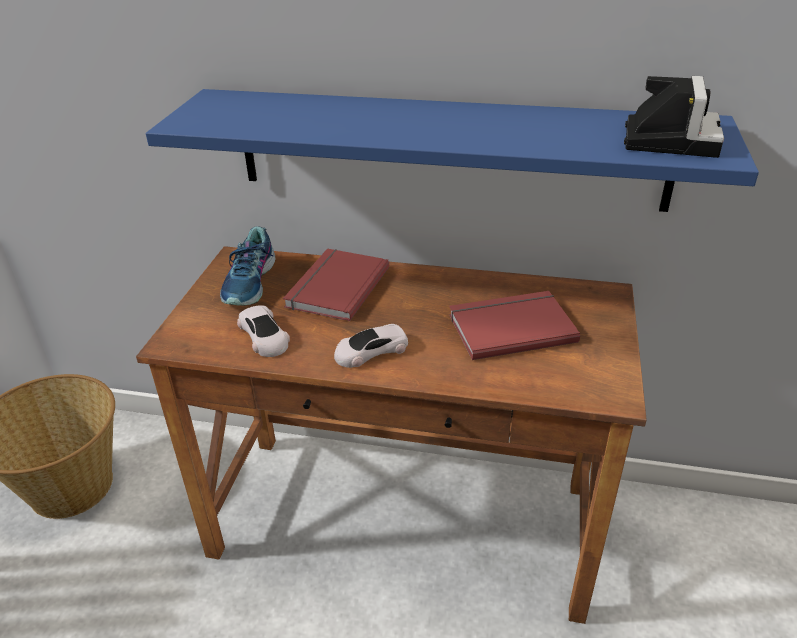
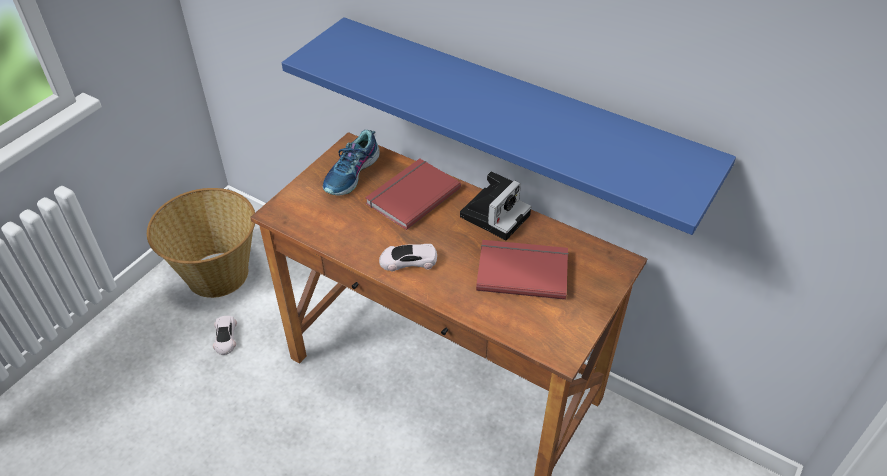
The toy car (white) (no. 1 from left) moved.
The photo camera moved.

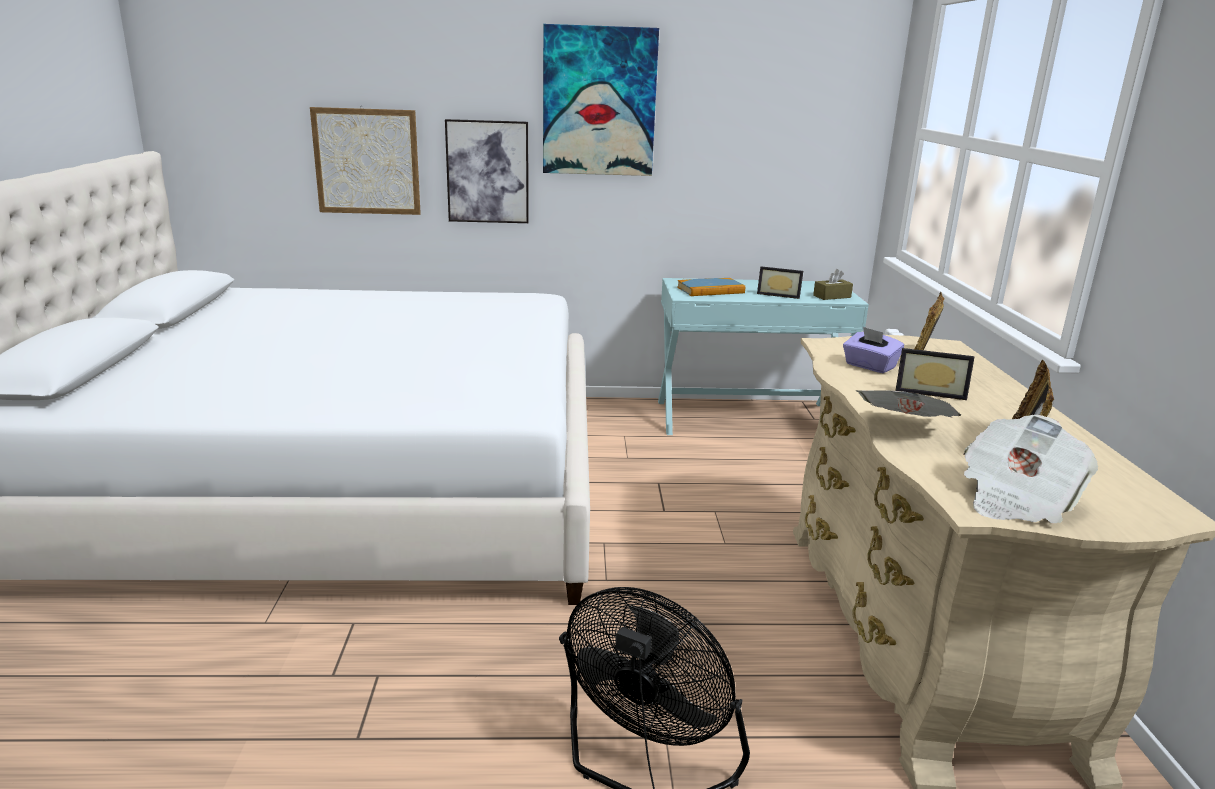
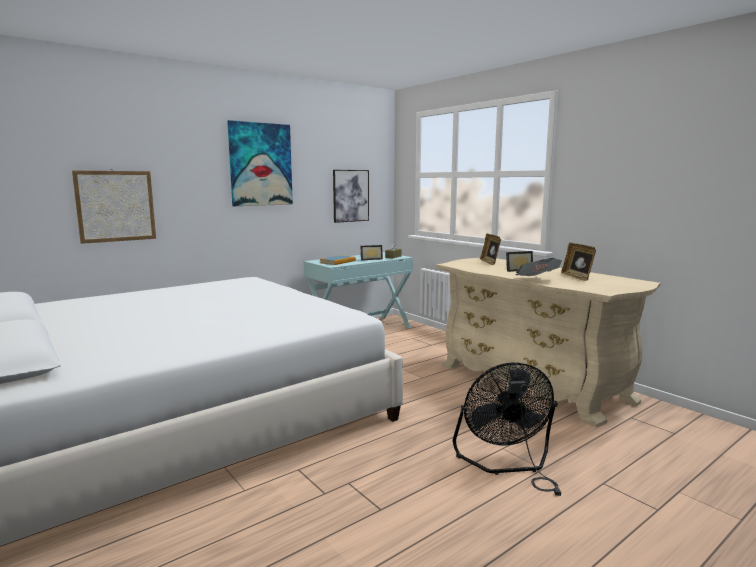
The picture (no. 2 from left in the first image) moved.
The tissue box (purple) disappeared.
The newspaper (no. 2 from left) disappeared.

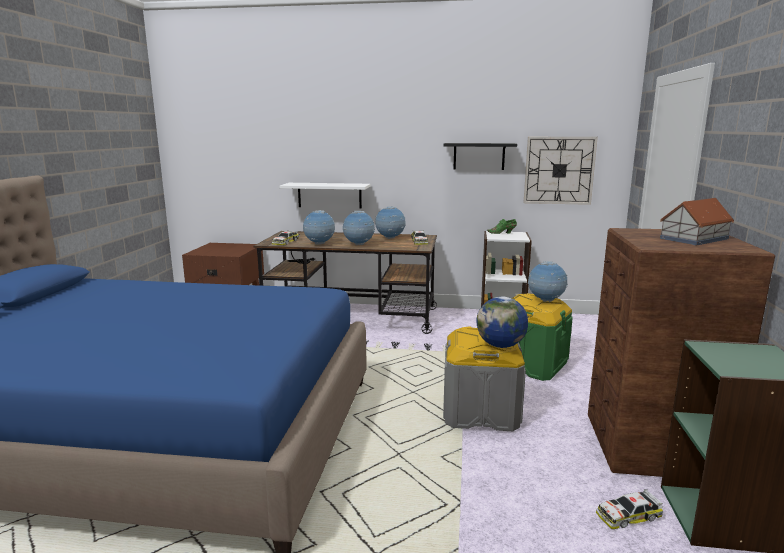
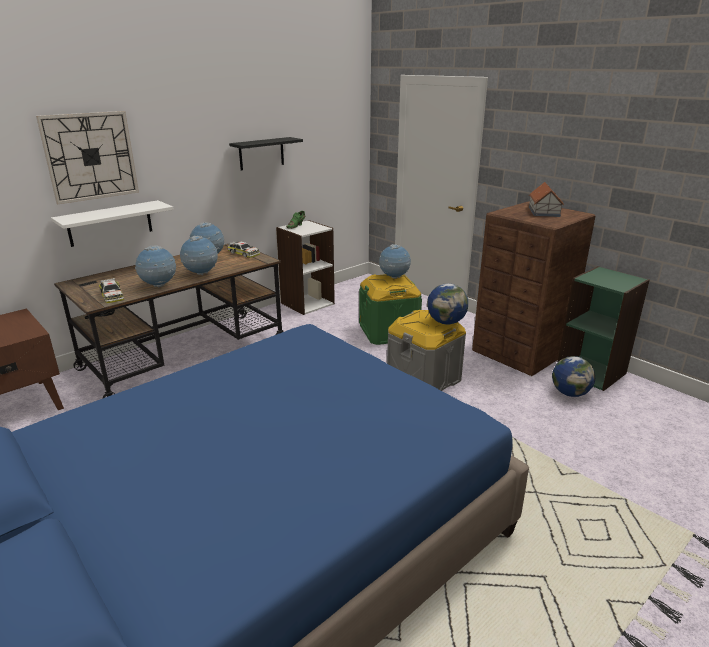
The wall clock moved.
The toy car (no. 3 from left) was replaced by the globe (no. 6 from left).

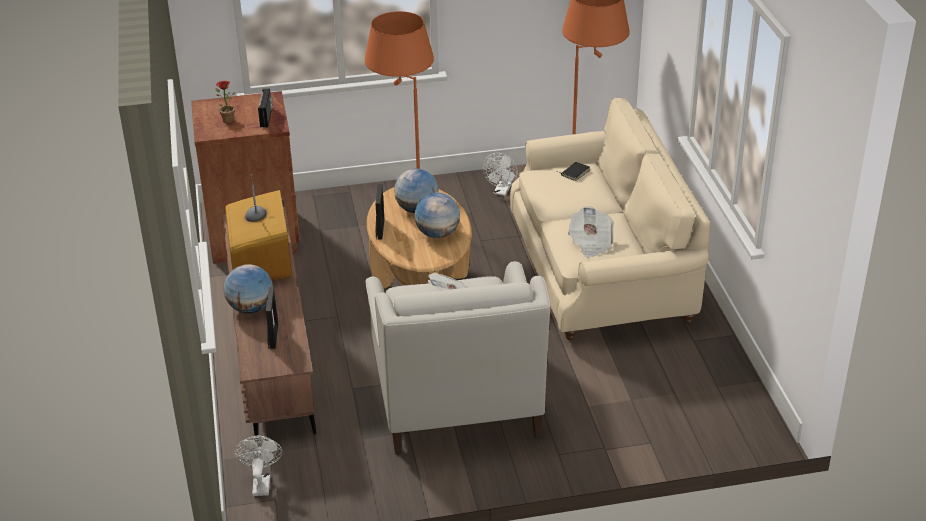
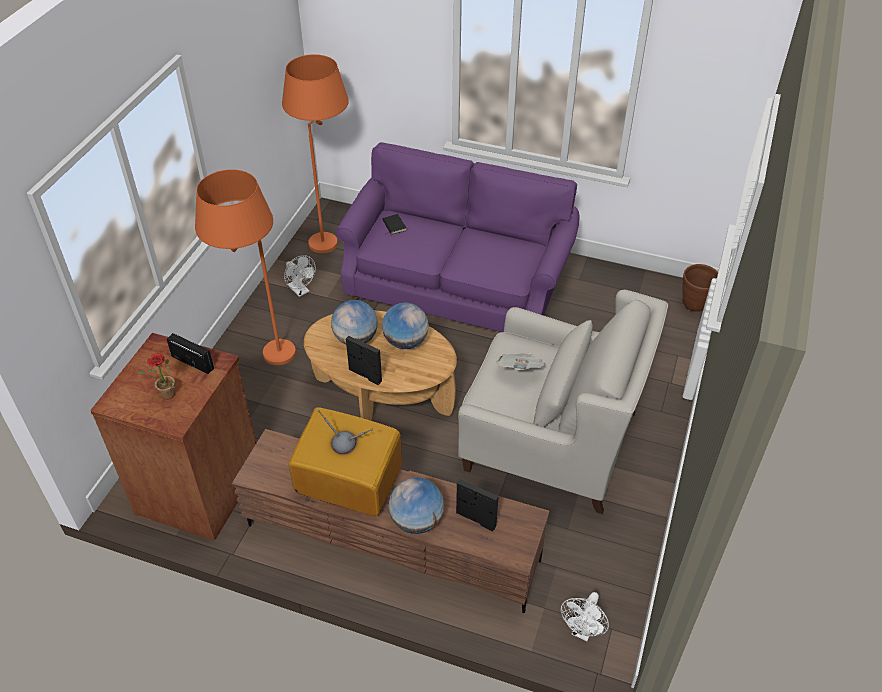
The fan (white) (no. 1 from left in the first image) turned 90 degrees counterclockwise.
The sofa (beige) became the sofa (purple).
The newspaper (no. 2 from left) disappeared.
The planter (brown) appeared.

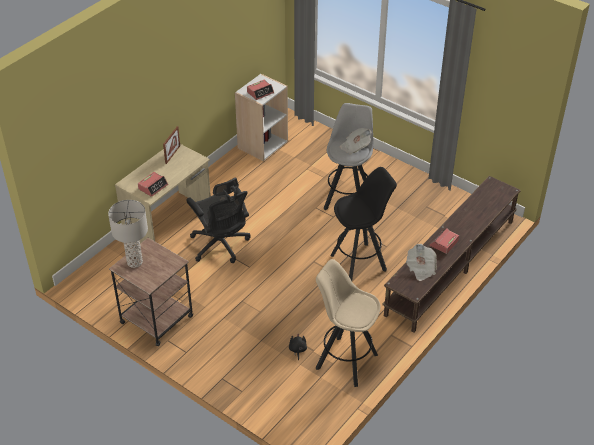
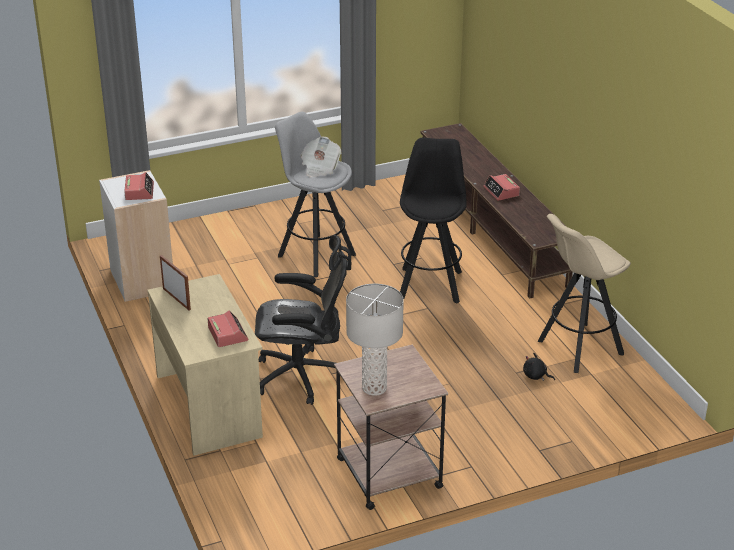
The newspaper (no. 2 from left) disappeared.

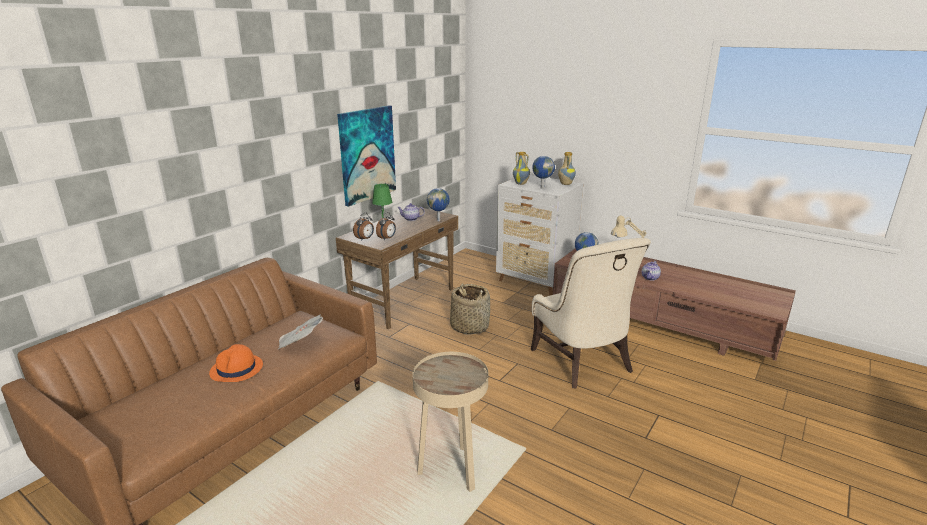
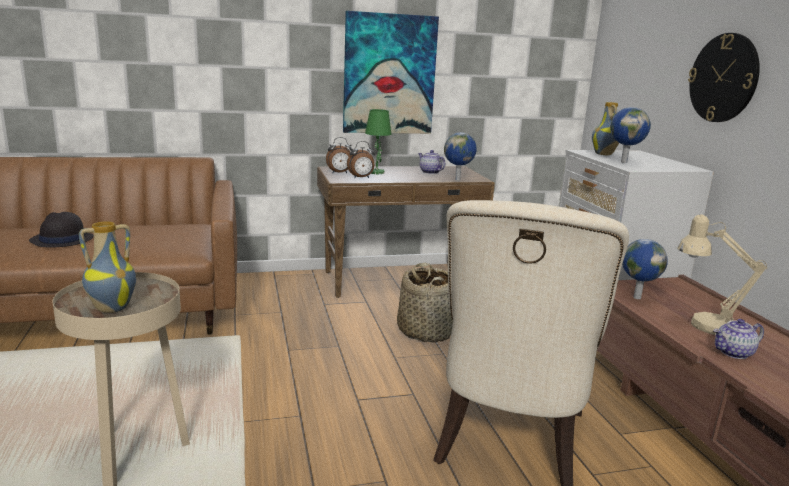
The hat (orange) became the hat (black).
The newspaper disappeared.
The vase (no. 2 from left in the first image) moved.
The wall clock appeared.

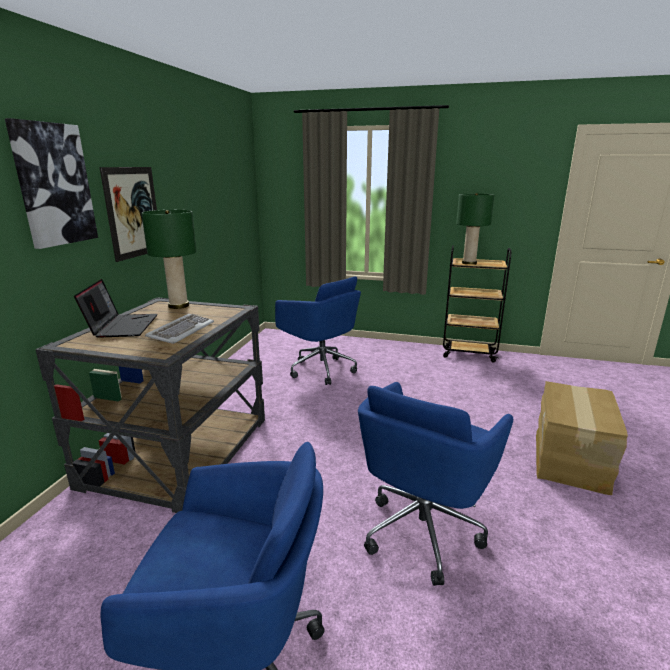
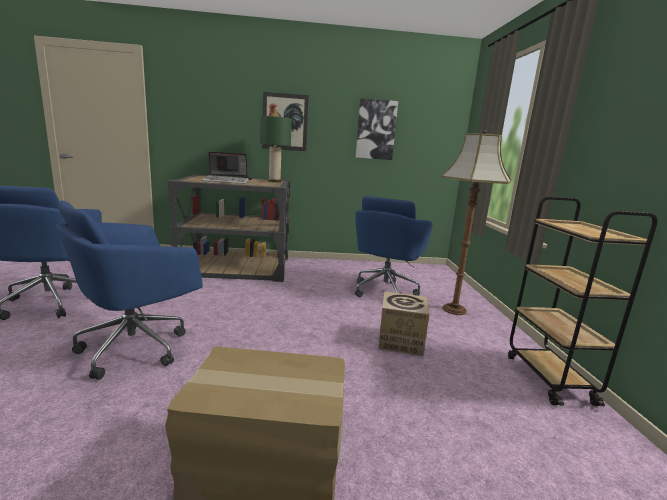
The picture (no. 1 from left in the first image) moved.
The office chair (blue) (no. 3 from left in the first image) turned 60 degrees counterclockwise.
The table lamp (green) (no. 2 from left) disappeared.
The cardboard box (no. 2 from left) appeared.
The floor lamp appeared.

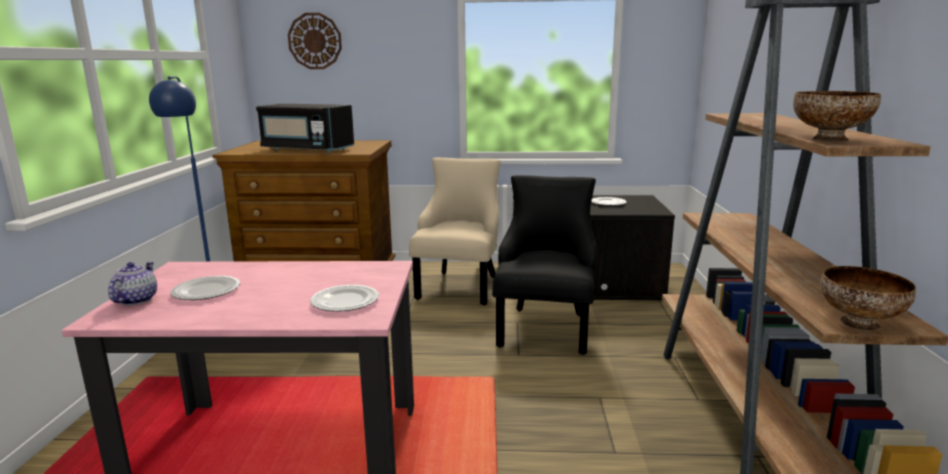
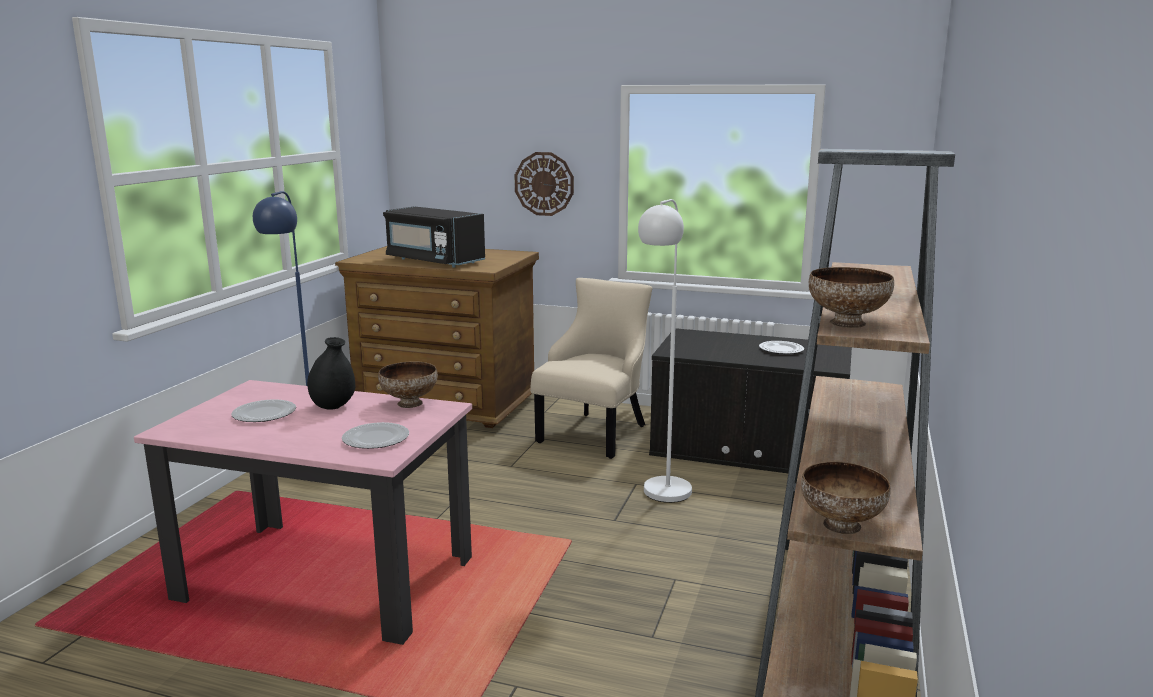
The teapot disappeared.
The wall clock moved.
The chair (black) was replaced by the floor lamp (white).
The vase (black) appeared.
The bowl (no. 1 from left) appeared.

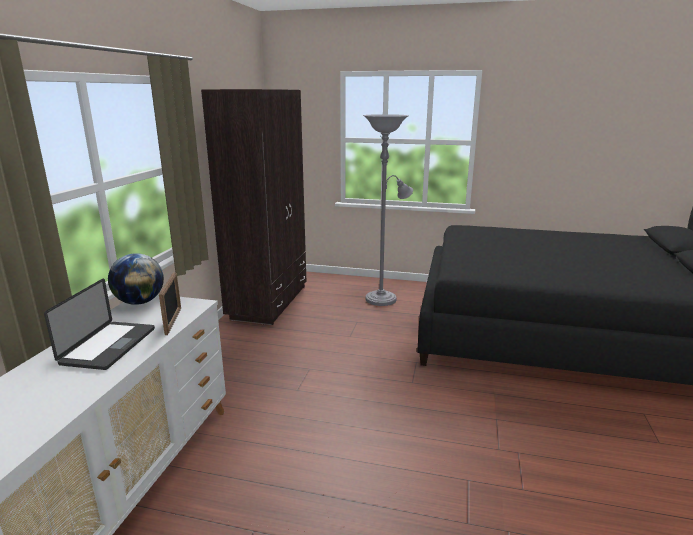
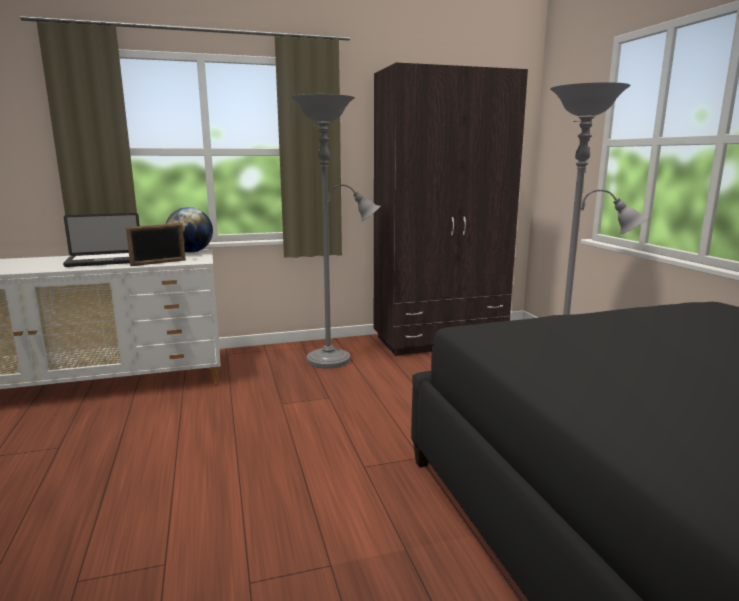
The floor lamp (grey) (no. 1 from left) appeared.

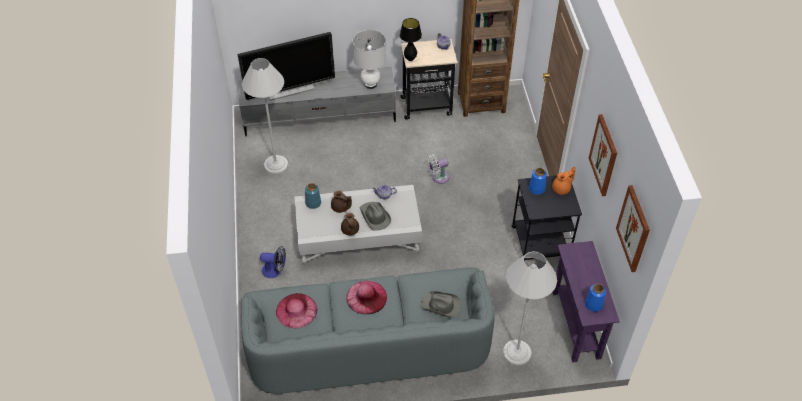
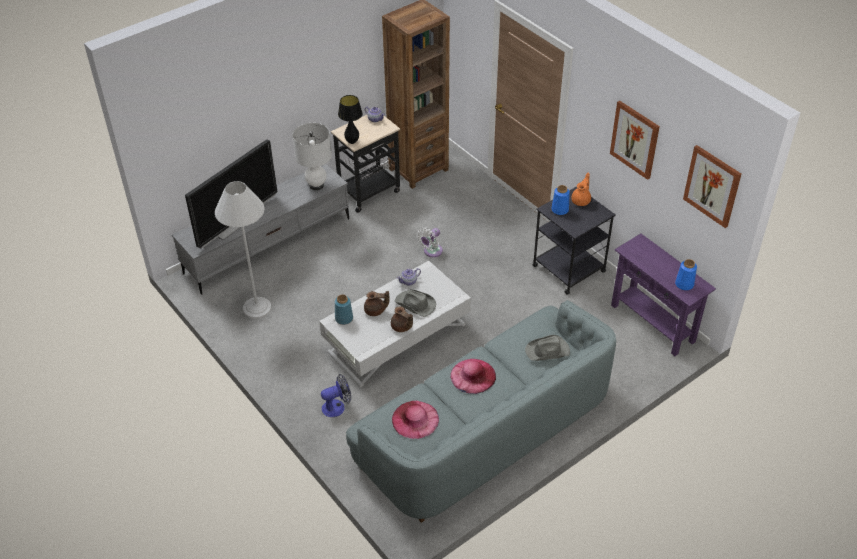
The floor lamp (white) (no. 2 from left) disappeared.

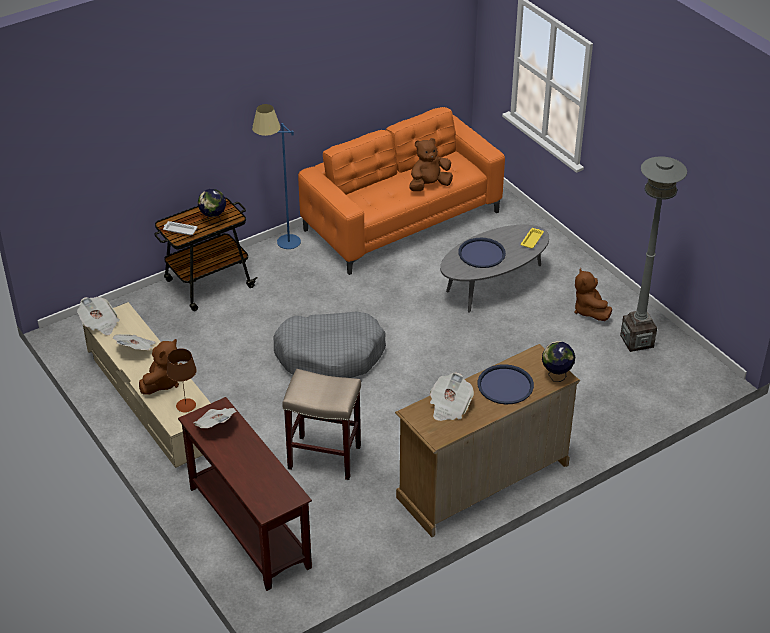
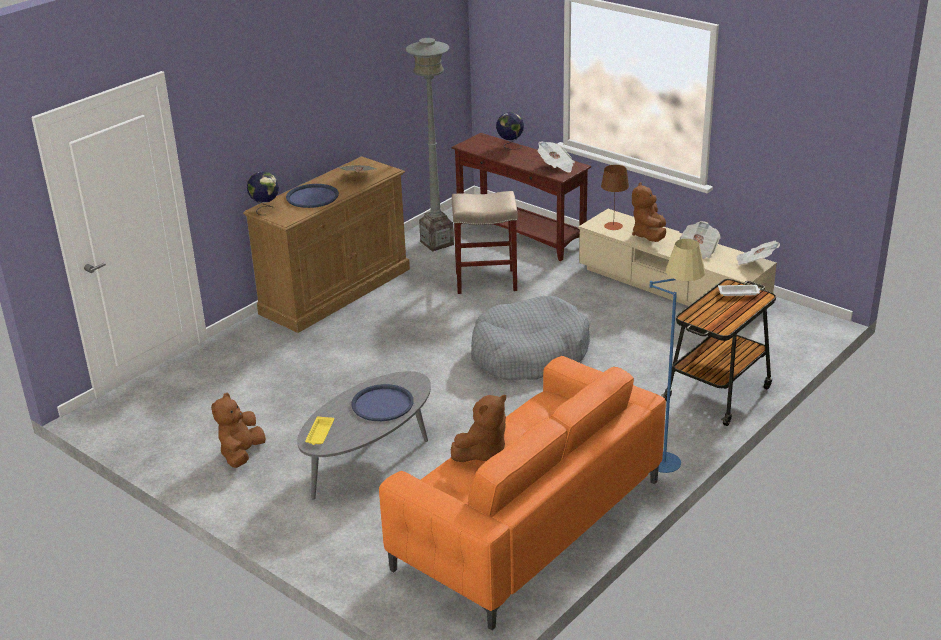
The globe (no. 1 from left in the first image) moved.
The plush toy (brown) (no. 3 from left in the first image) turned 135 degrees counterclockwise.
The floor lamp (grey) moved.

